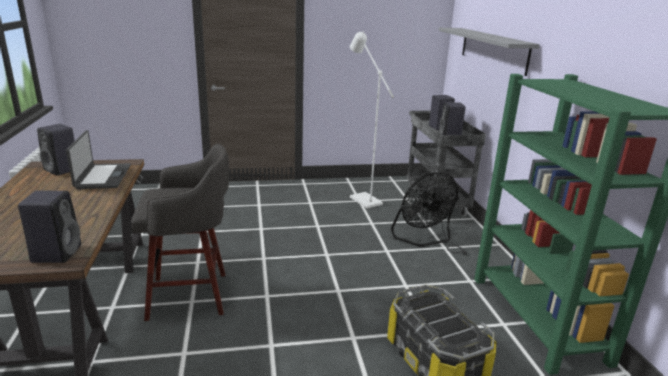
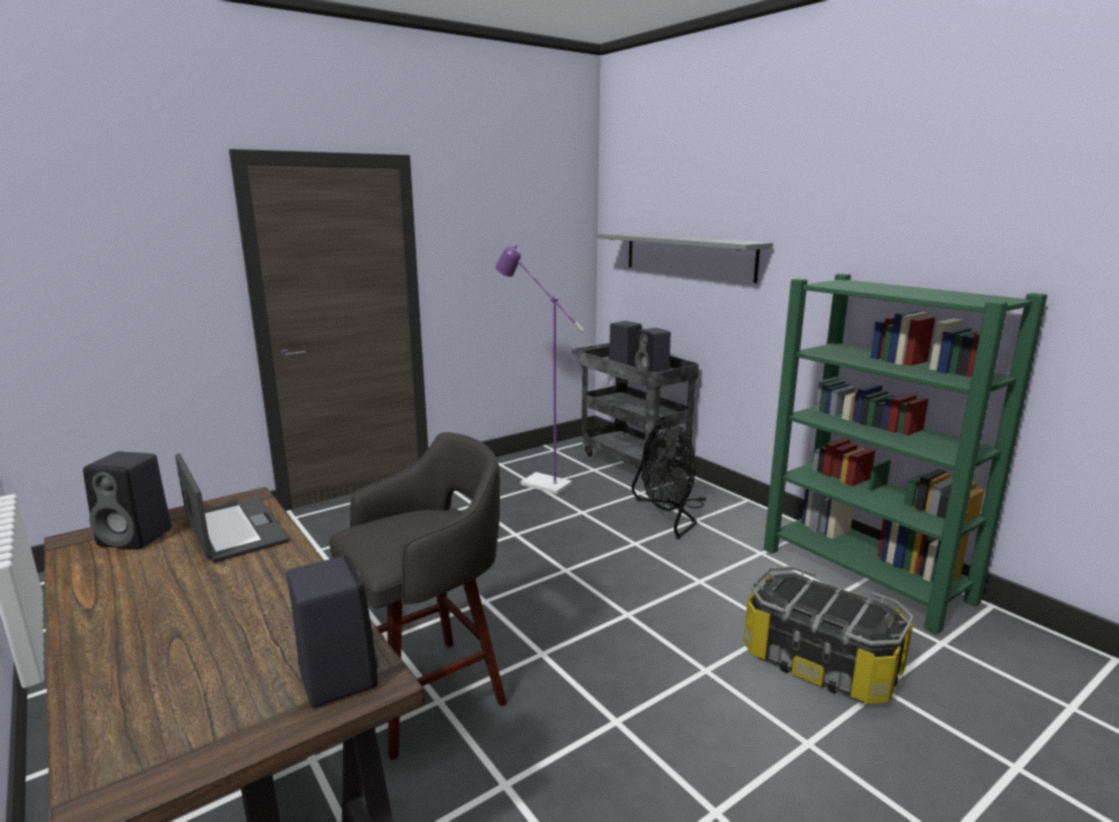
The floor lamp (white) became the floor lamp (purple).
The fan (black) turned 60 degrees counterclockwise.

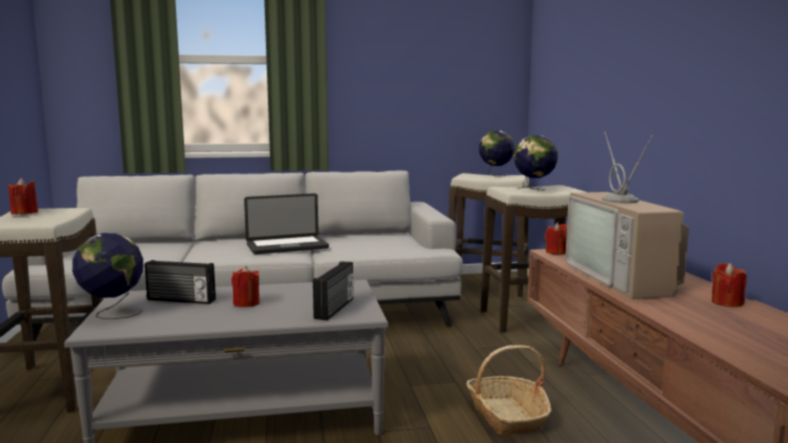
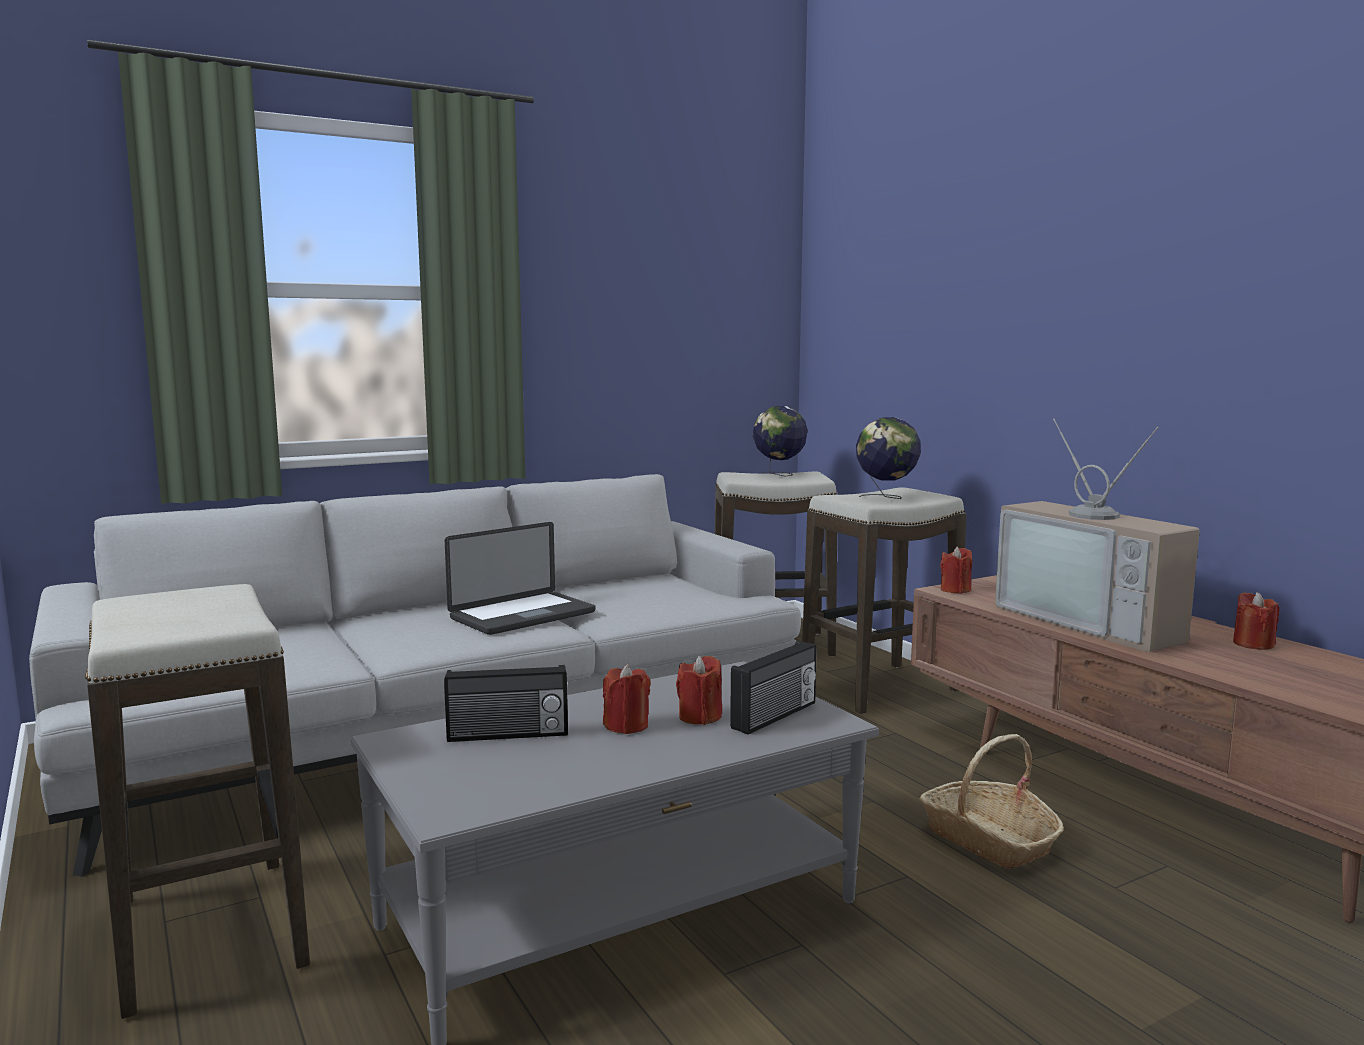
The candle (red) (no. 1 from left in the first image) moved.
The globe (no. 1 from left) disappeared.
The radio (no. 2 from left) turned 45 degrees clockwise.

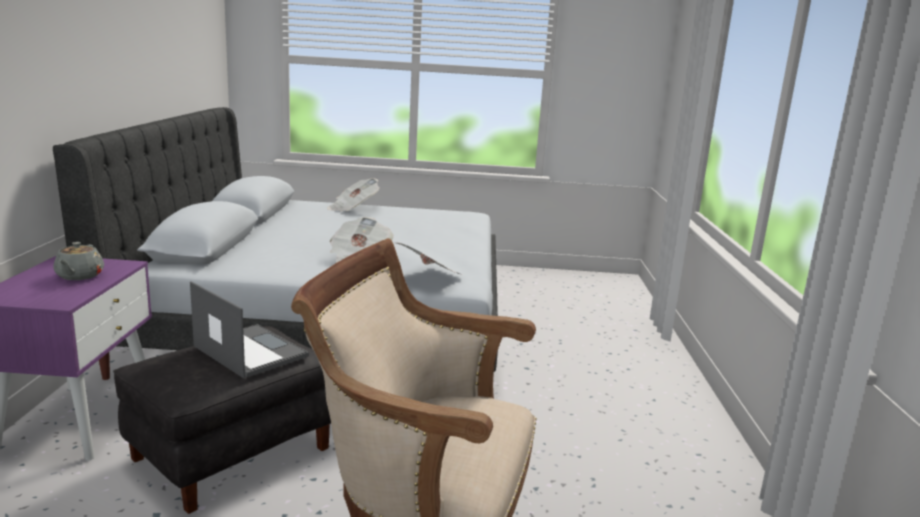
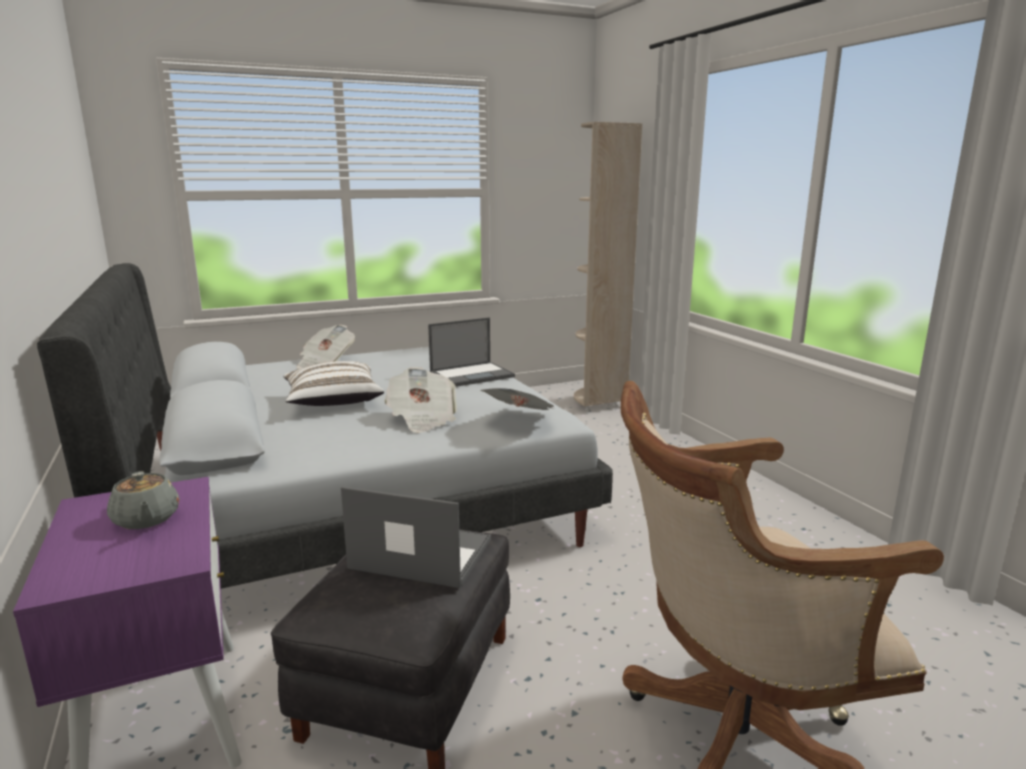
The pillow (white) appeared.
The laptop (no. 2 from left) appeared.
The bookcase (beige) appeared.

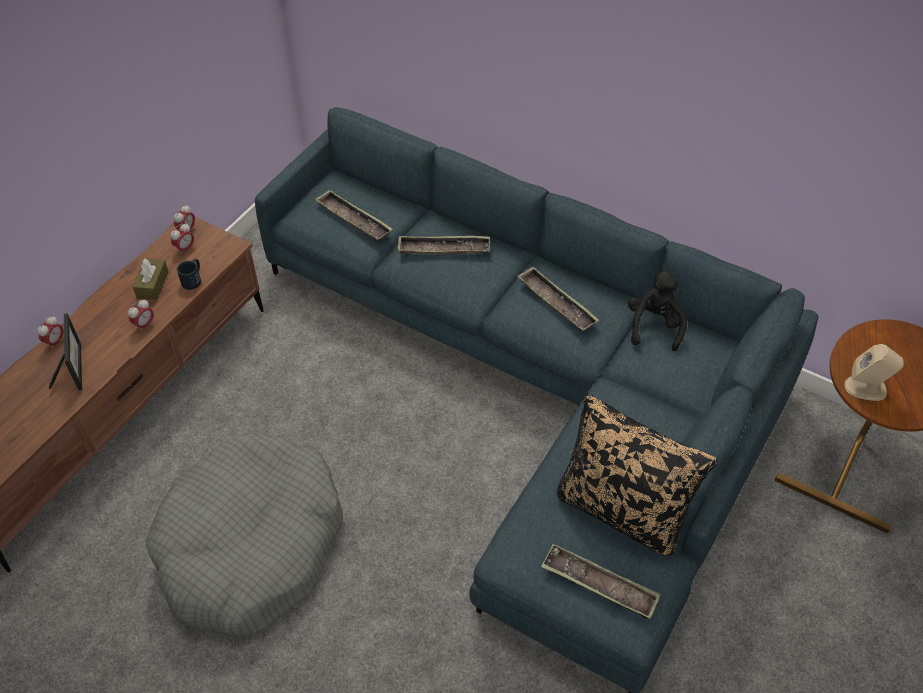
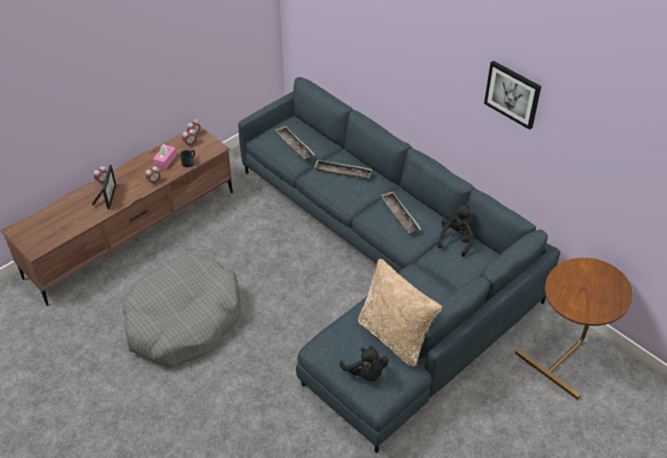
The tissue box (brown) became the tissue box (pink).
The tray (no. 4 from left) was replaced by the plush toy (black) (no. 1 from left).
The pillow (black) became the pillow (beige).
The speaker (beige) disappeared.
The picture appeared.

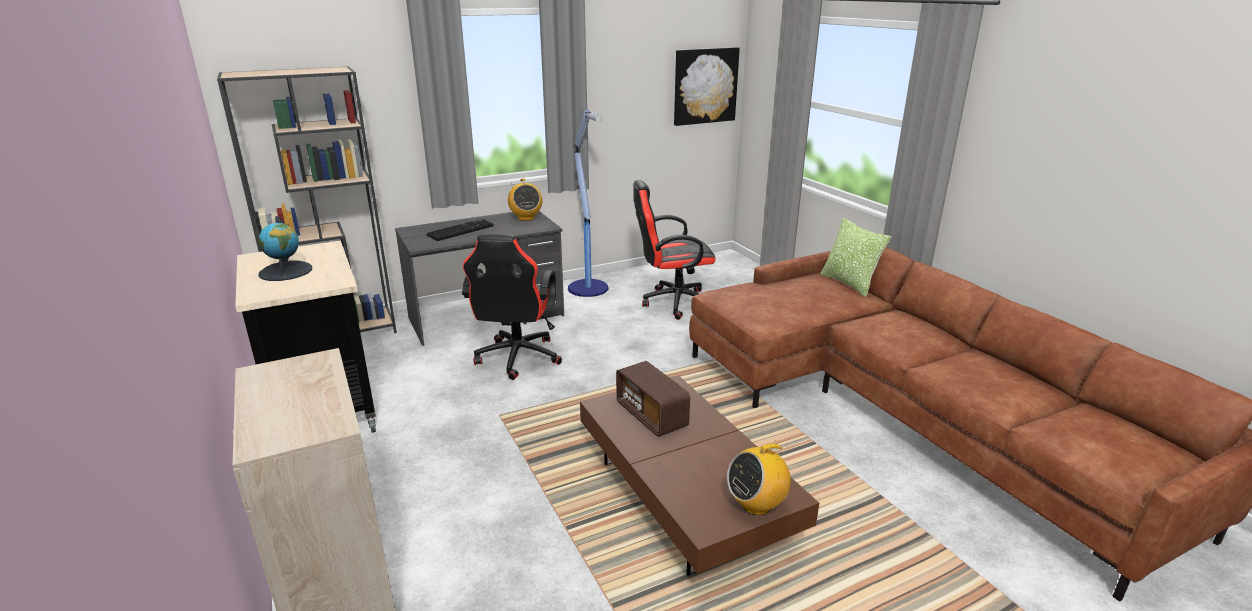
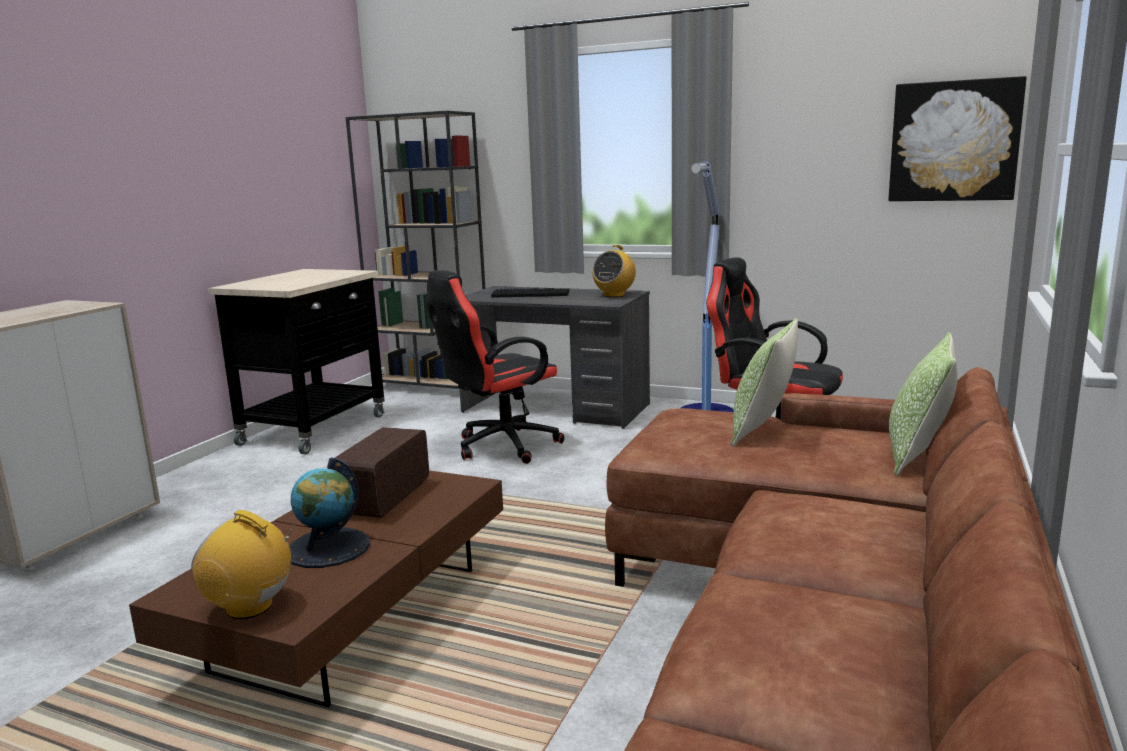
The globe moved.
The pillow (no. 1 from left) appeared.

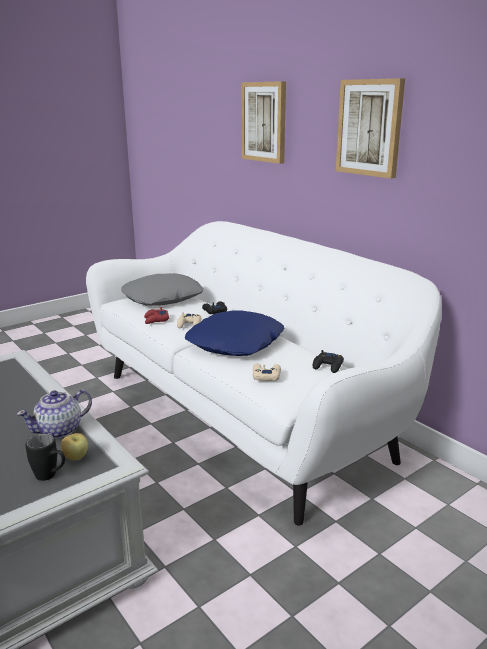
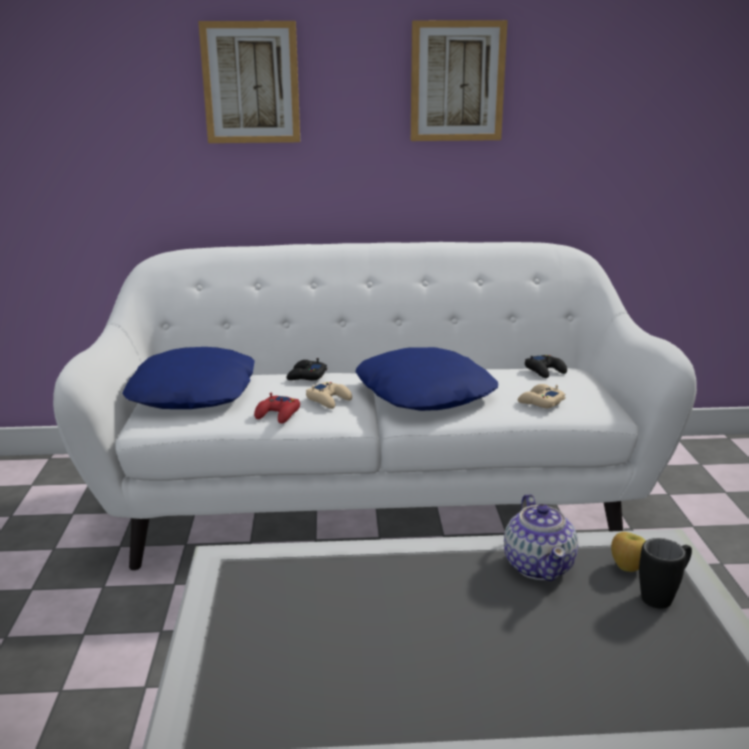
The pillow (grey) became the pillow (blue) (no. 1 from left).

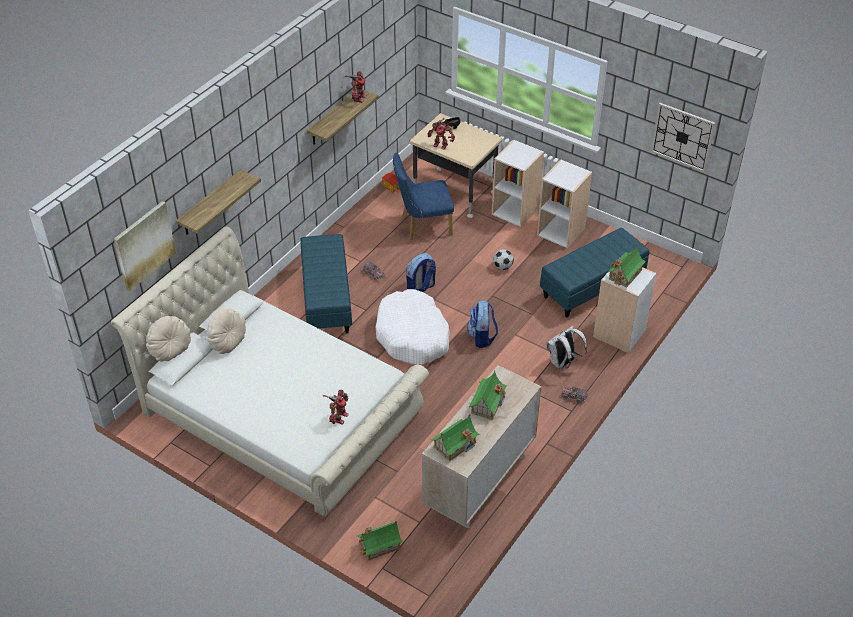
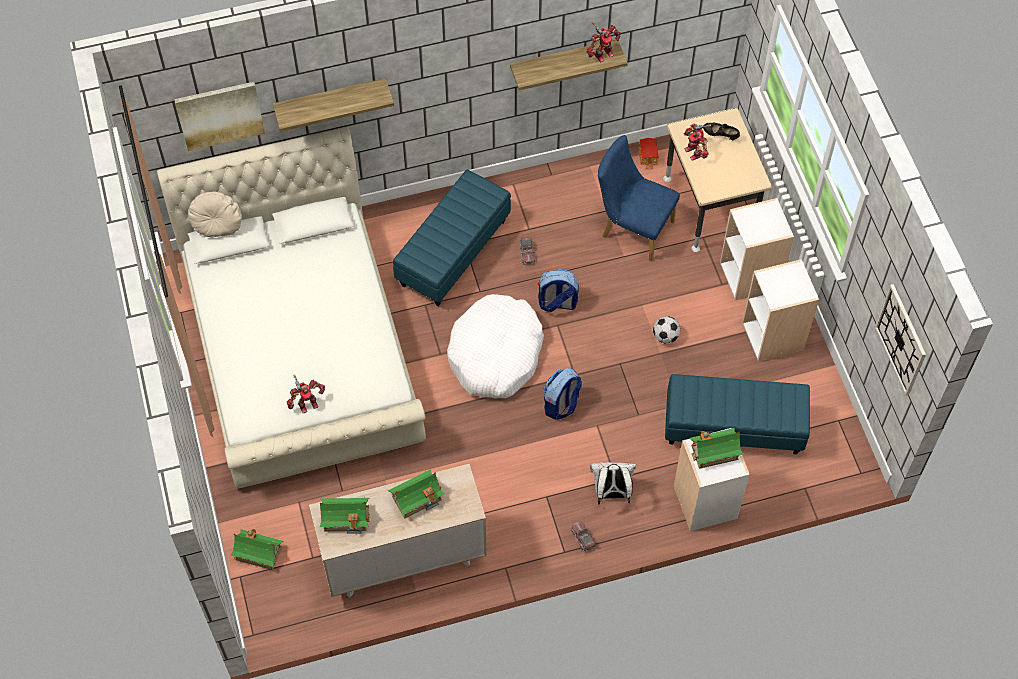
The pillow (beige) (no. 2 from left) disappeared.

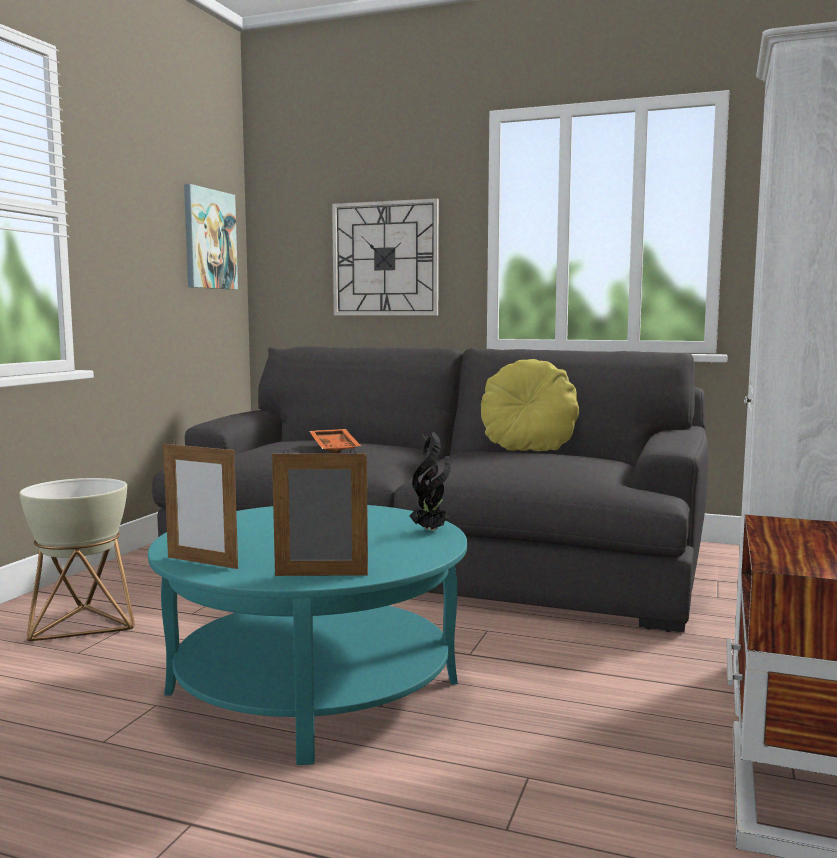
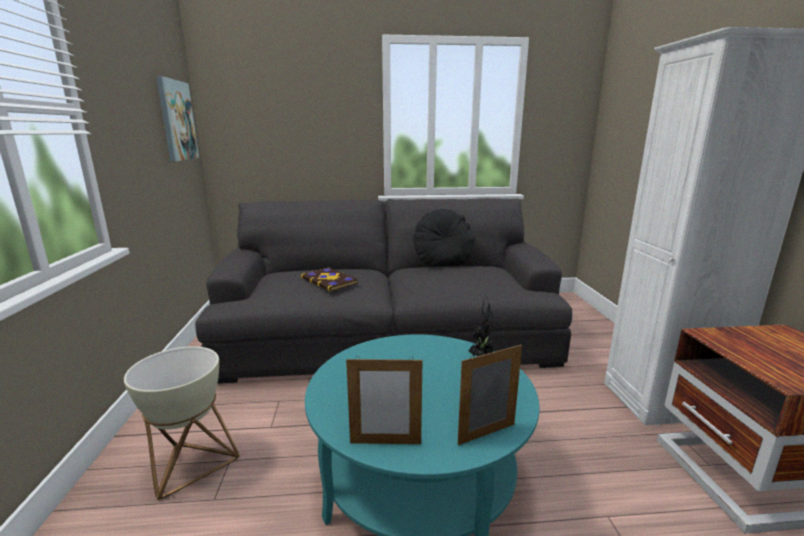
The tray (orange) was replaced by the book.
The wall clock disappeared.
The pillow (yellow) became the pillow (black).

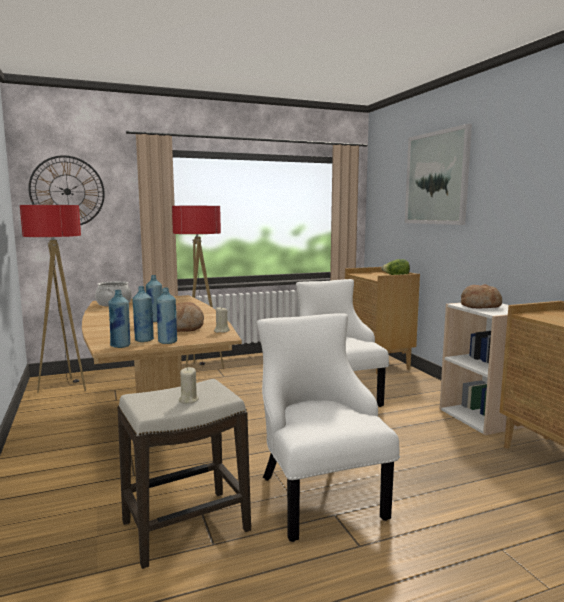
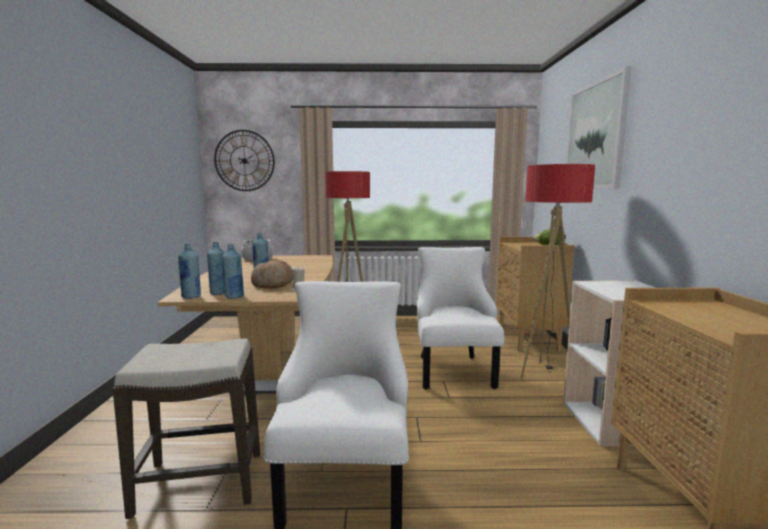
The floor lamp (no. 1 from left in the first image) moved.
The candle (beige) (no. 1 from left) disappeared.
The bread (no. 2 from left) disappeared.

